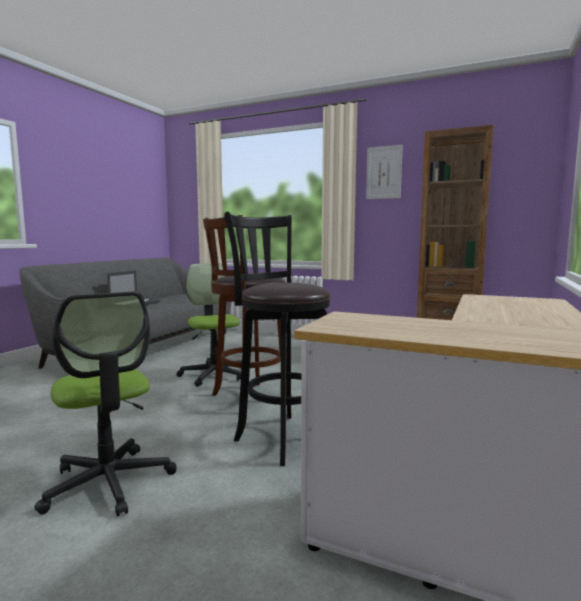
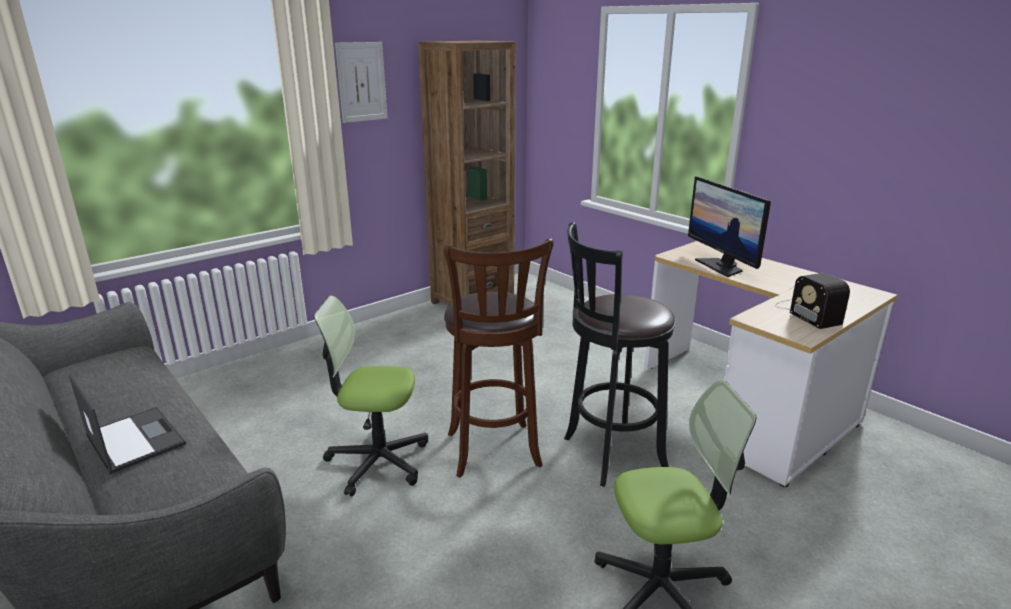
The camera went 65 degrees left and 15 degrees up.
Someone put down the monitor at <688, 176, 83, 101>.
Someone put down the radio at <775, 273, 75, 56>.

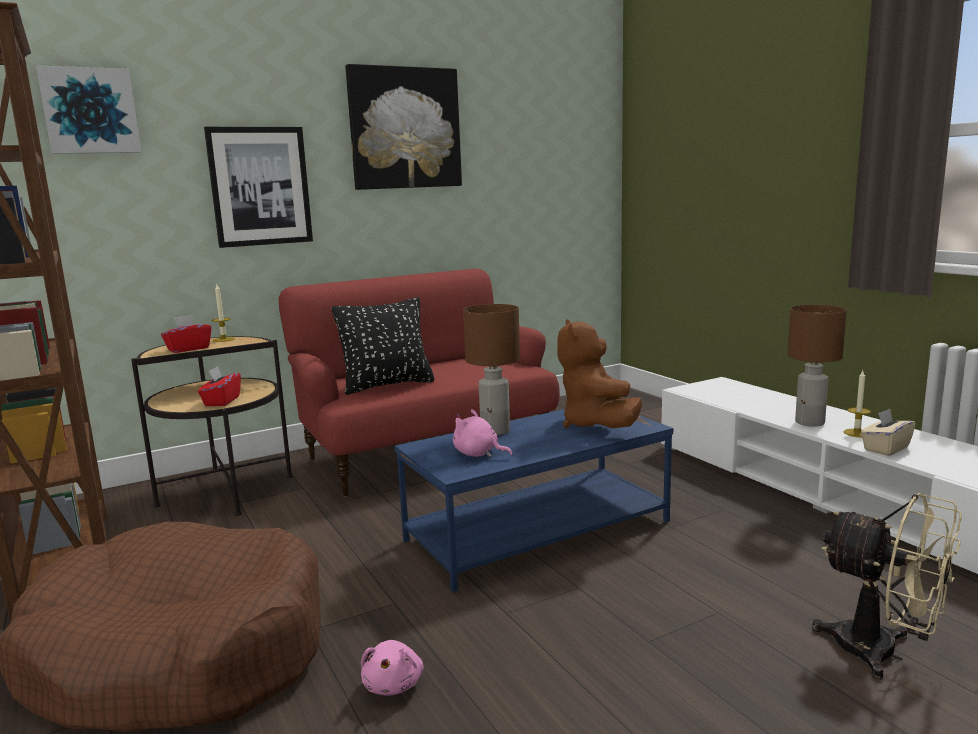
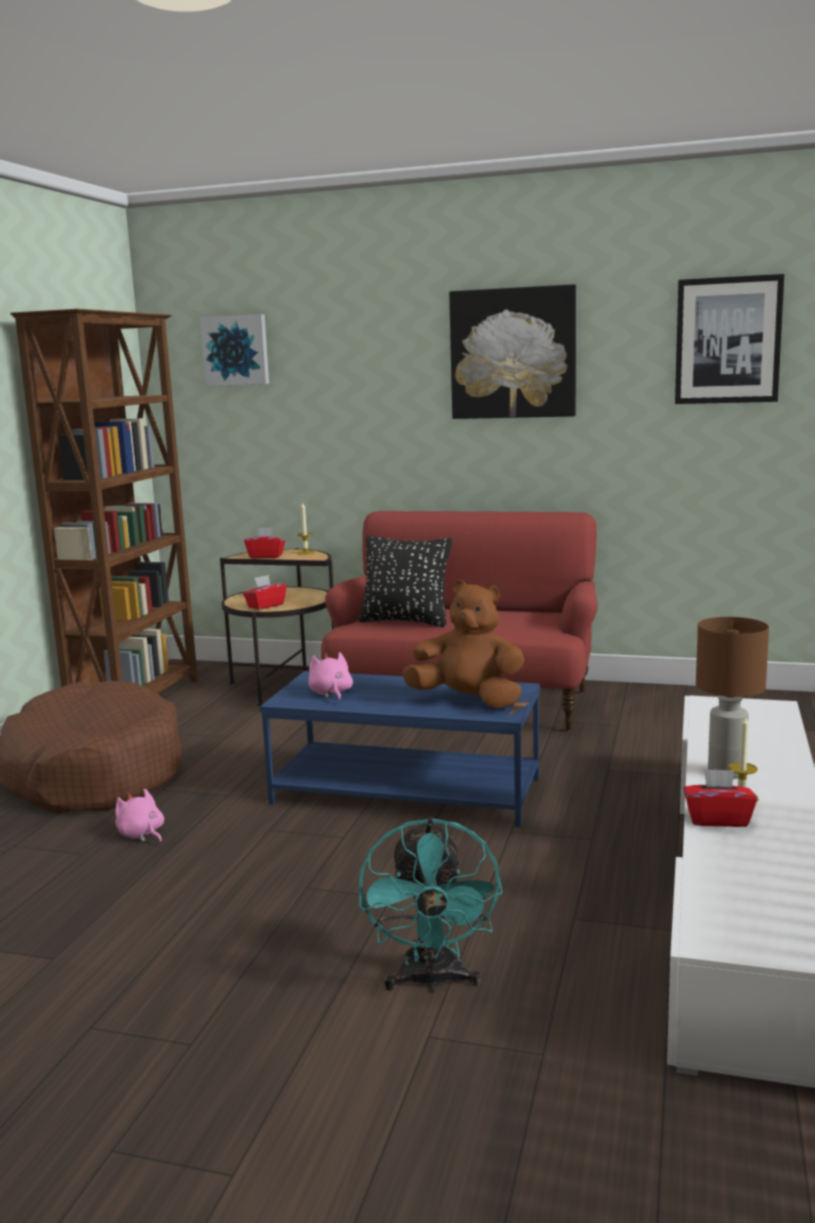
The camera went 45 degrees right and 0 degrees up.
Someone took away the lampa stołowa (brązowy) at <463, 304, 57, 131>.
Someone carried the obraz from <204, 127, 109, 121> to <675, 274, 109, 130>.
Someone repainted the wentylator (beżowy) at <812, 493, 150, 187>, which became the wentylator (turkusowy) at <359, 818, 144, 174>.
Someone repainted the pudełko chusteczek (beżowy) at <861, 409, 55, 47>, which became the pudełko chusteczek (czerwony) at <683, 769, 74, 58>.
Someone rotated the pluszak (różowy) at <361, 640, 63, 56> by 90 degrees clockwise.
Someone rotated the pluszak (brązowy) at <557, 319, 85, 109> by 75 degrees clockwise.

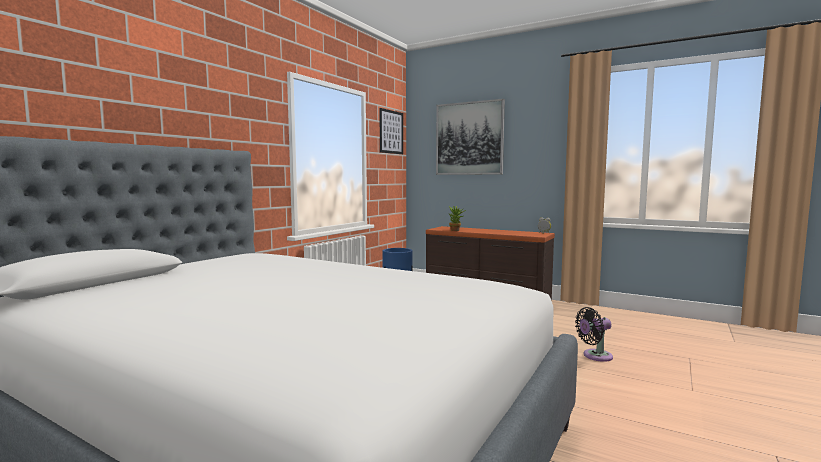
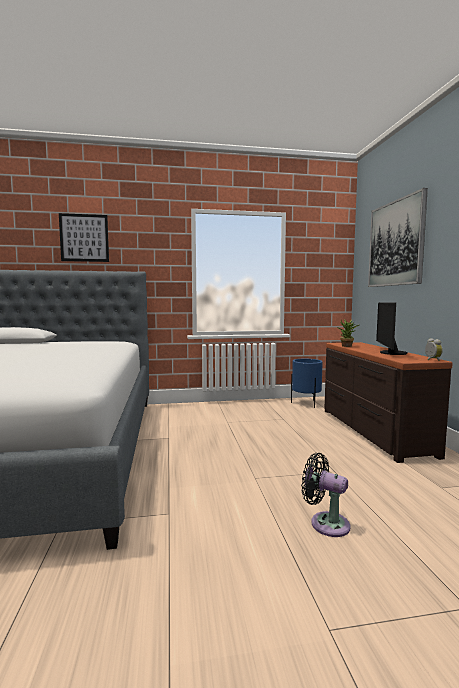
The camera went 50 degrees right and 0 degrees up.
Someone put down the monitor at <376, 302, 32, 53>.
Someone carried the obraz from <379, 108, 24, 46> to <59, 213, 50, 49>.

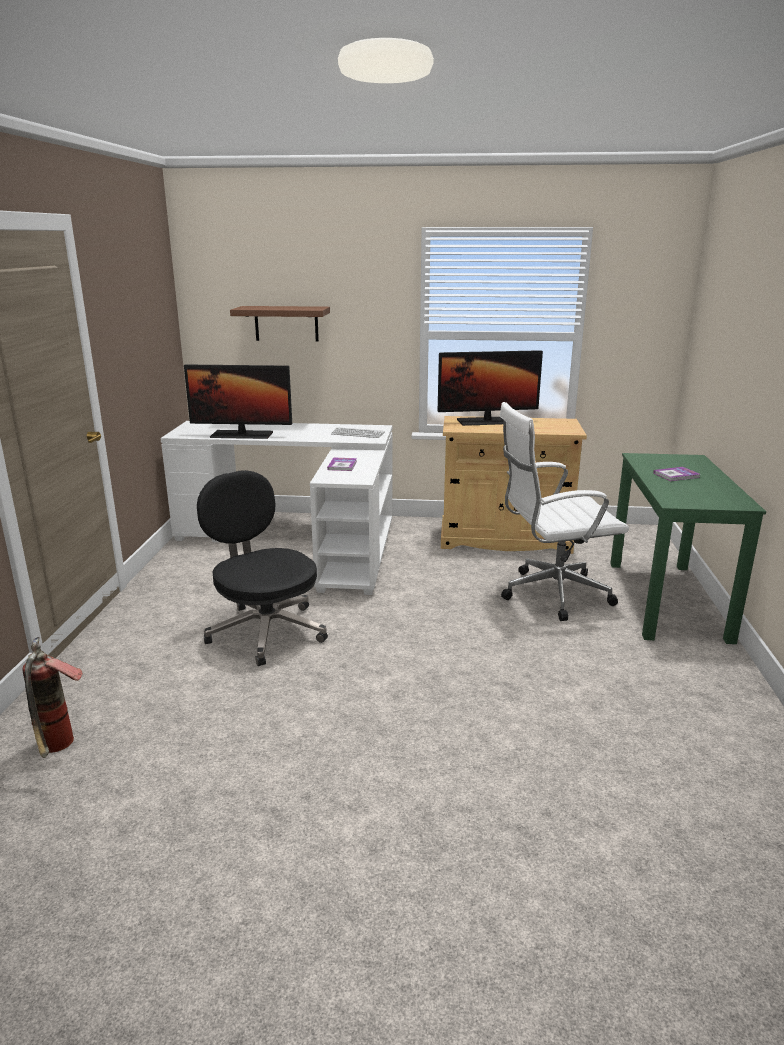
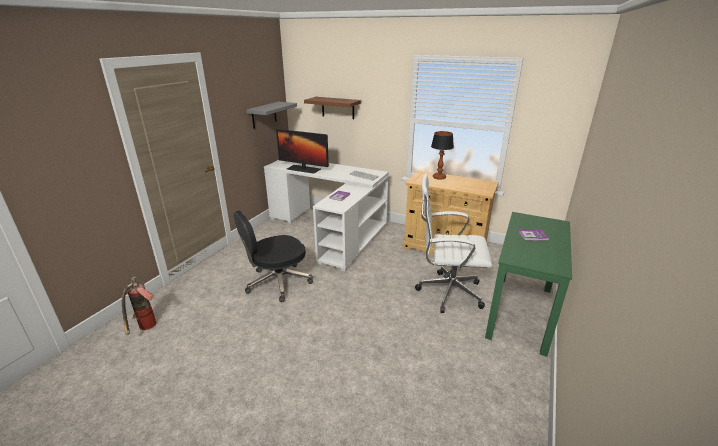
The camera went 20 degrees right and 5 degrees up.
Someone put up the półka (szary) at <246, 102, 51, 27>.
Someone swapped the monitor at <438, 350, 105, 76> for the lampa stołowa at <431, 131, 23, 49>.
Someone rotated the krzesło biurowe (czarny) at <197, 470, 131, 196> by 105 degrees counterclockwise.

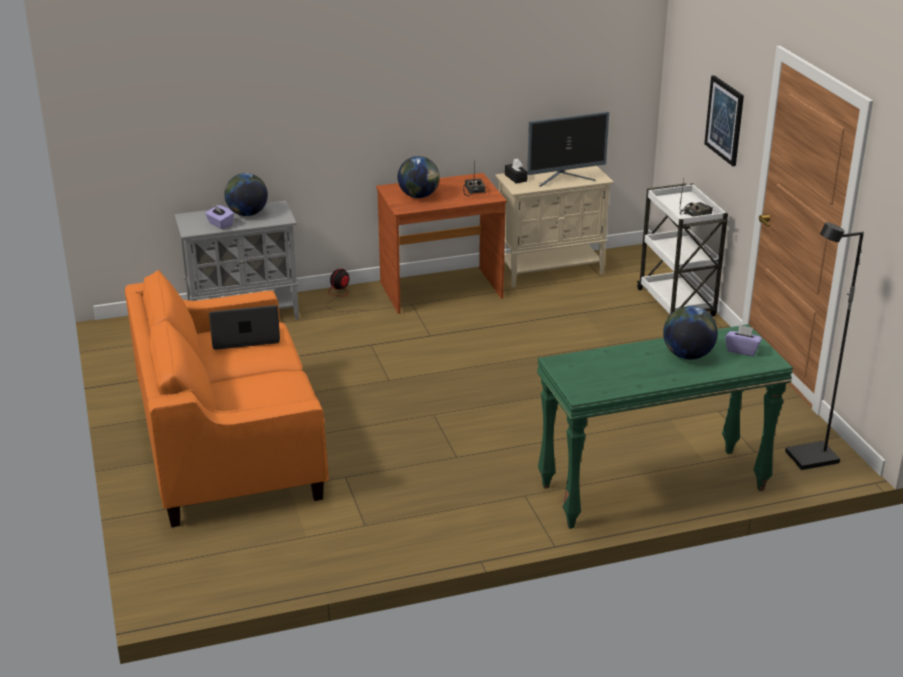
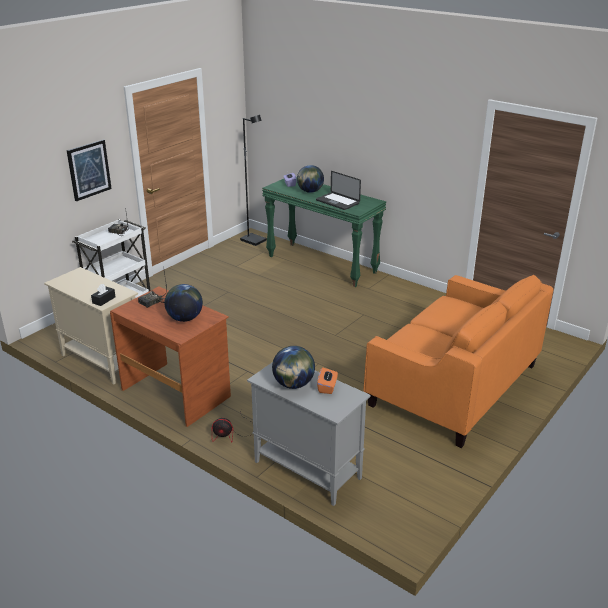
The camera went 125 degrees left and 0 degrees up.
Someone took away the monitor at <527, 112, 82, 75>.
Someone carried the laptop from <209, 305, 71, 45> to <316, 171, 45, 39>.
Someone repainted the pudełko chusteczek (fioletowy) at <205, 204, 29, 25>, which became the pudełko chusteczek (pomarańczowy) at <317, 367, 21, 27>.

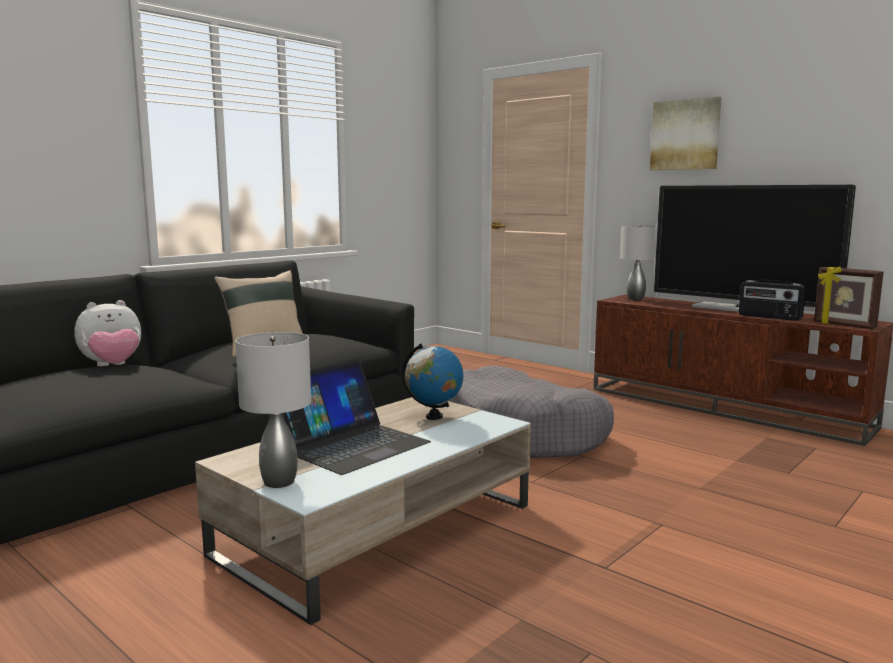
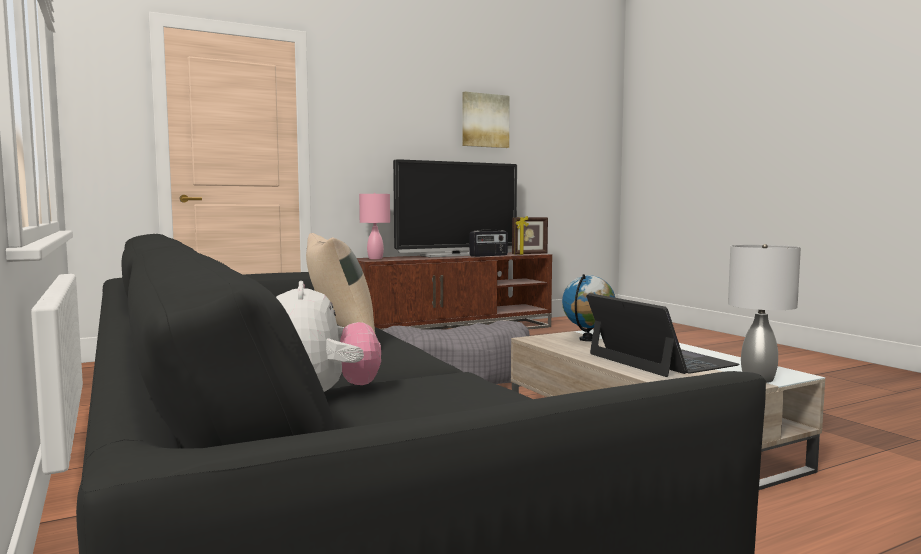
The camera went 70 degrees left and 5 degrees down.
Someone carried the obraz from <650, 96, 71, 74> to <462, 92, 48, 56>.
Someone repainted the lampa stołowa (szary) at <620, 225, 37, 75>, which became the lampa stołowa (różowy) at <359, 193, 31, 66>.

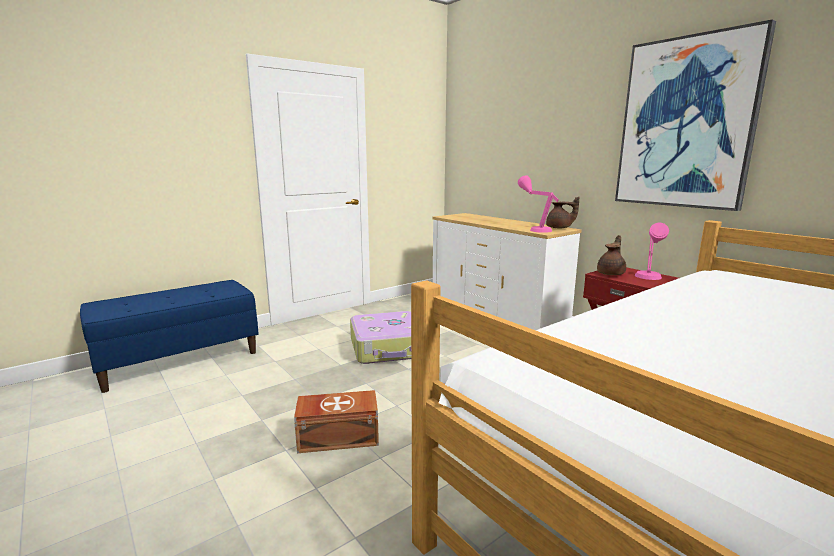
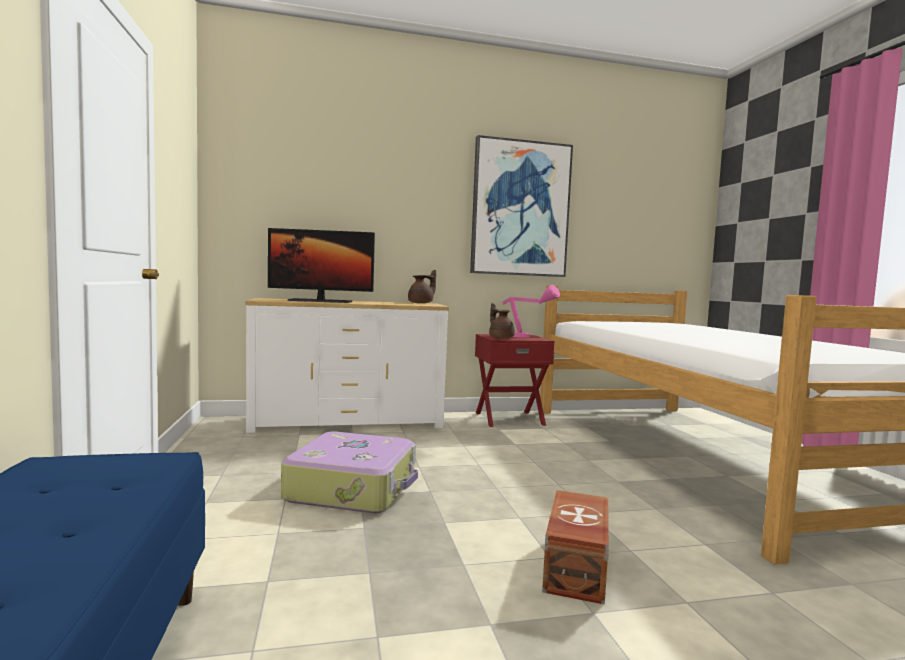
The camera went 65 degrees left and 10 degrees down.
Someone took away the lampa stołowa (różowy) at <518, 175, 41, 58>.
Someone put down the monitor at <268, 228, 107, 75>.

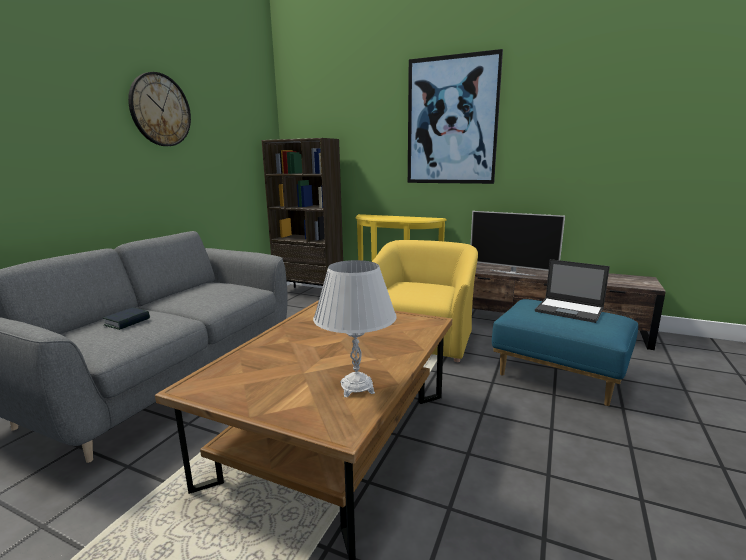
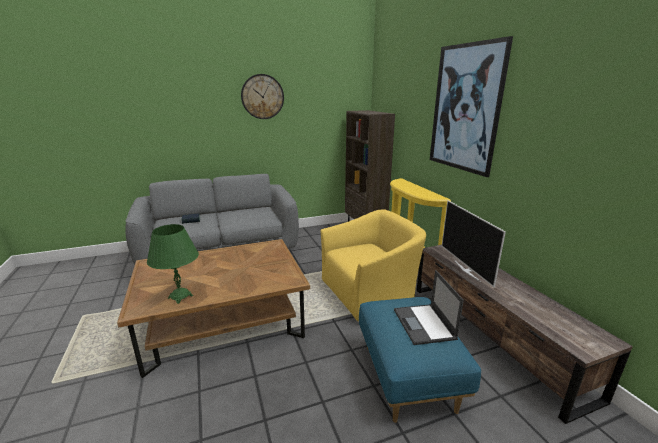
The camera went 45 degrees right and 5 degrees up.
Someone repainted the lampa stołowa (biały) at <313, 260, 84, 137>, which became the lampa stołowa (zielony) at <147, 224, 52, 80>.

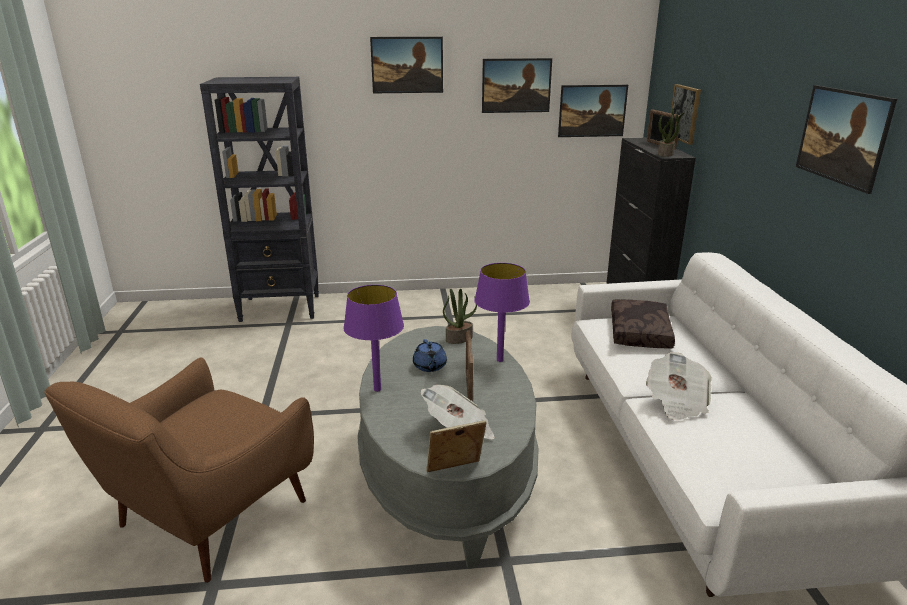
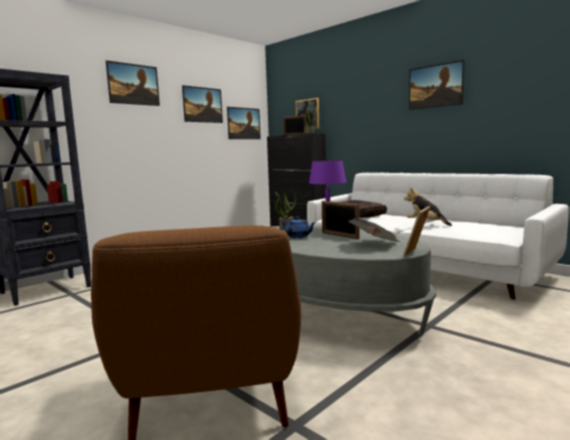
The camera went 40 degrees left and 15 degrees down.
Someone took away the lampa stołowa (fioletowy) at <343, 285, 61, 107>.
Someone swapped the gazeta at <646, 352, 66, 68> for the pluszak at <404, 187, 48, 39>.

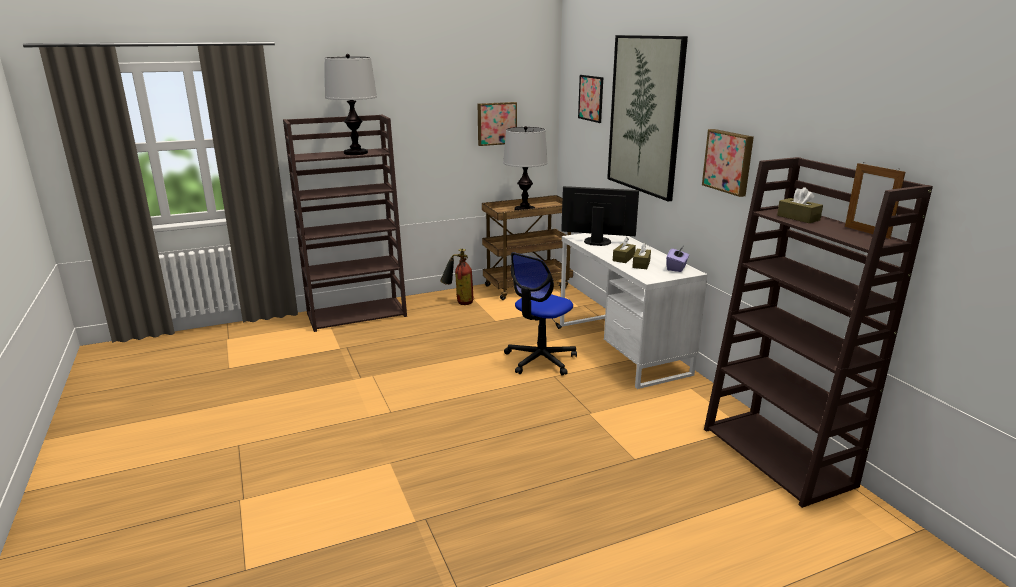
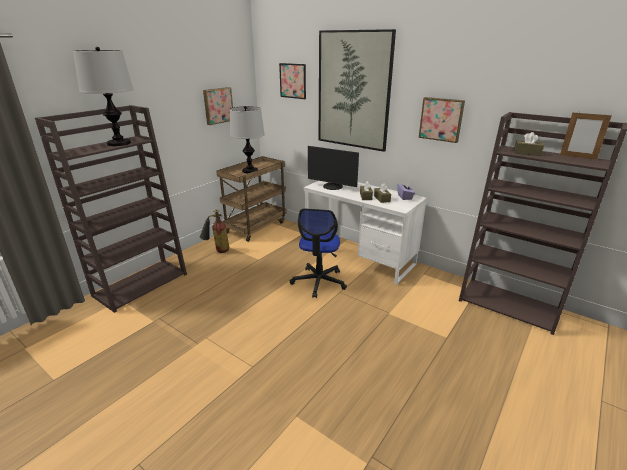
The camera went 30 degrees left and 5 degrees up.
Someone rotated the monitor at <561, 186, 78, 60> by 135 degrees counterclockwise.

